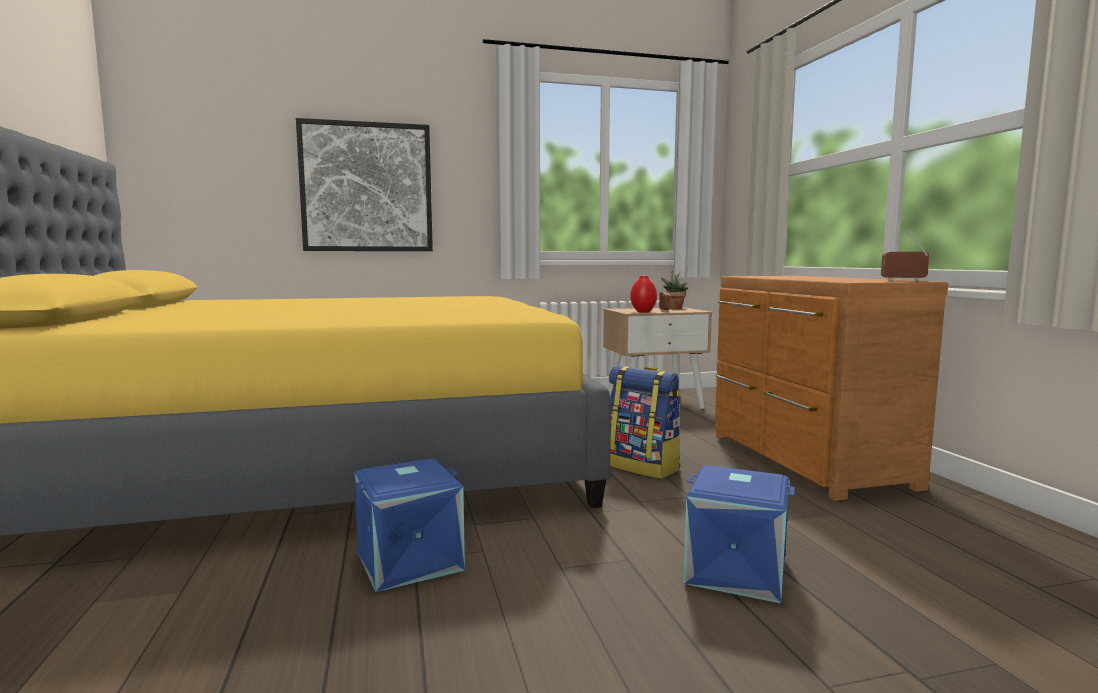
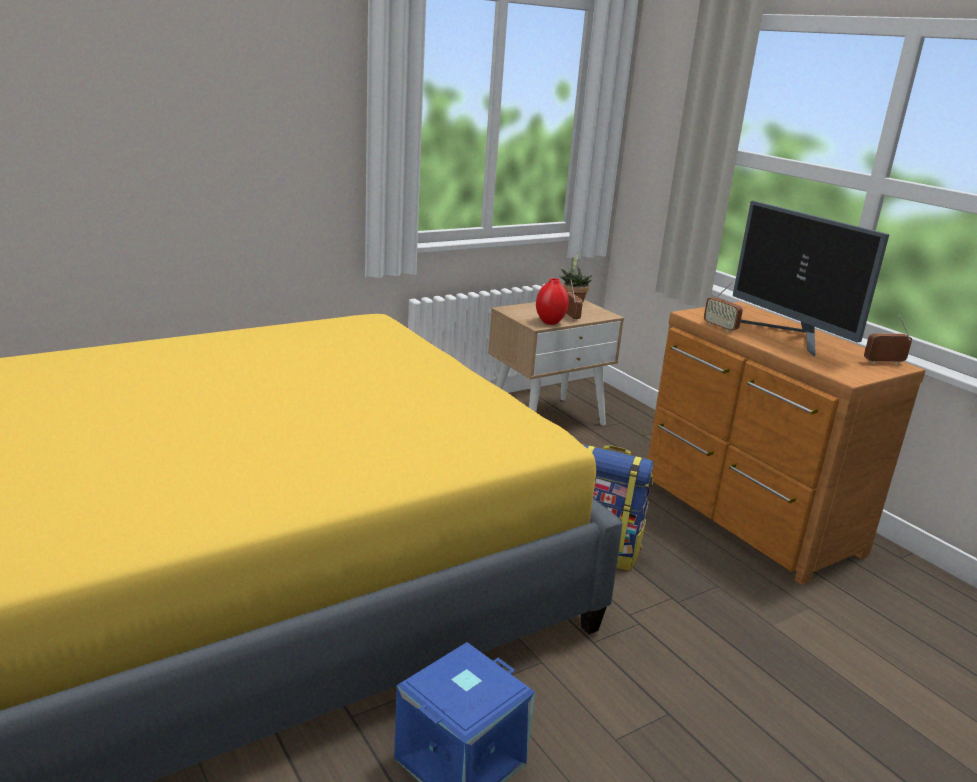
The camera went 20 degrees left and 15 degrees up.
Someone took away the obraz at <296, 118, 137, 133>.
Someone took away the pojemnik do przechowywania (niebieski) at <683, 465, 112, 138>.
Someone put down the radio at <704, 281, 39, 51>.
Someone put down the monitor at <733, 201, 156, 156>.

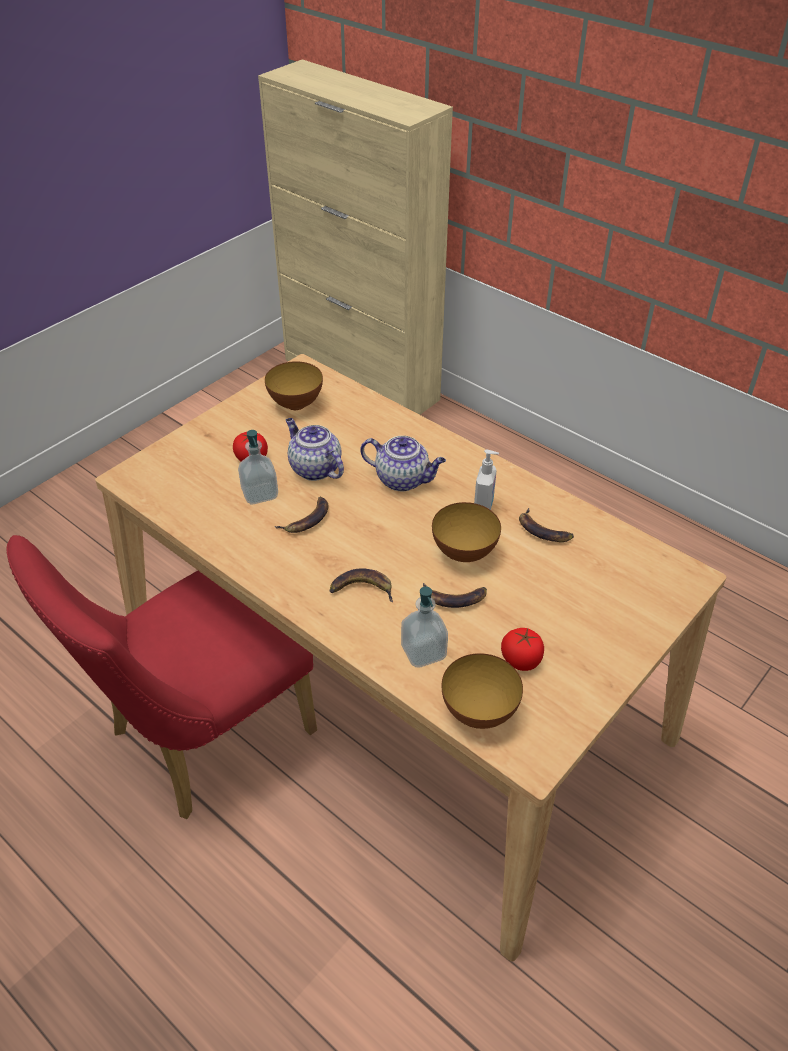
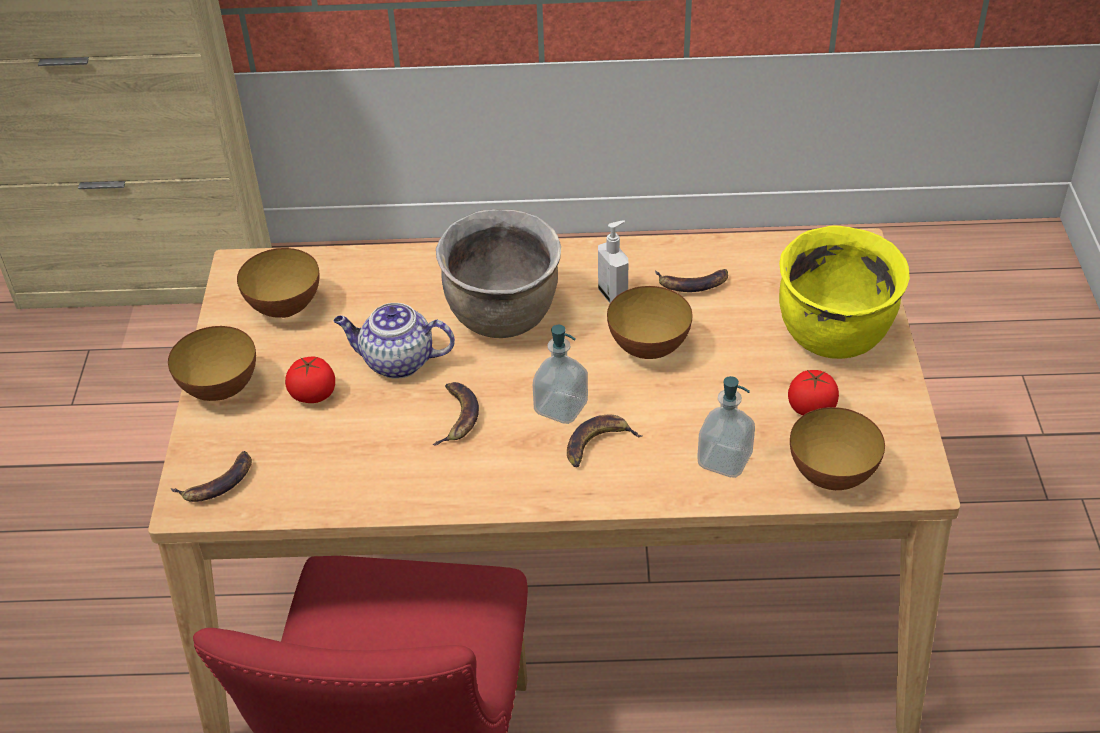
The camera went 40 degrees left and 0 degrees up.
Someone put down the miska at <168, 326, 88, 75>.
Someone put down the garnek (żółty) at <779, 225, 131, 134>.
Someone carried the dozownik mydła from <238, 430, 40, 74> to <533, 325, 55, 99>.
Someone carried the banan from <423, 583, 64, 25> to <171, 451, 81, 51>.
Someone swapped the imbryk at <360, 436, 86, 55> for the garnek (brązowy) at <436, 209, 125, 129>.

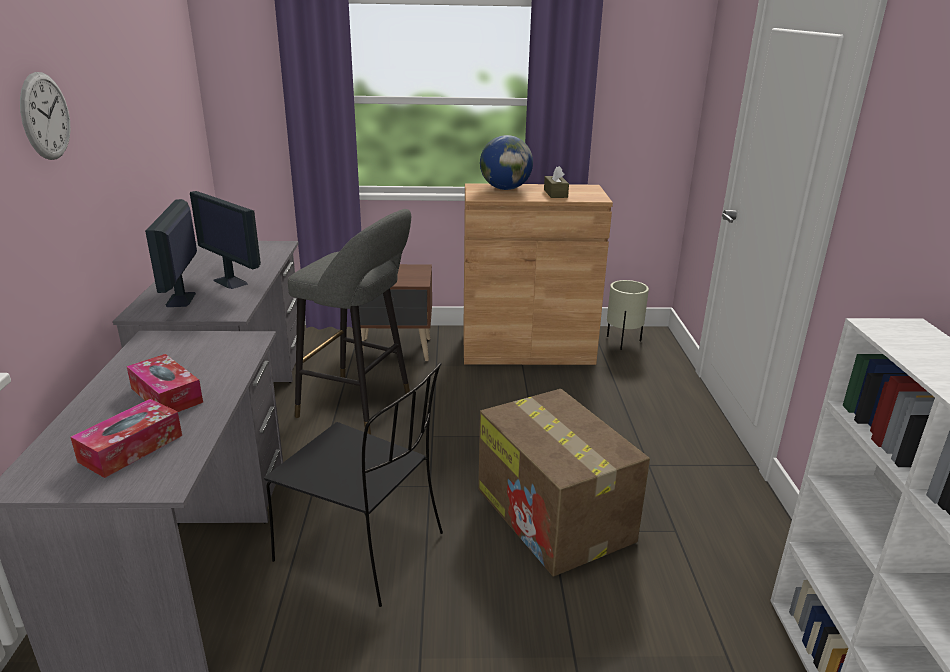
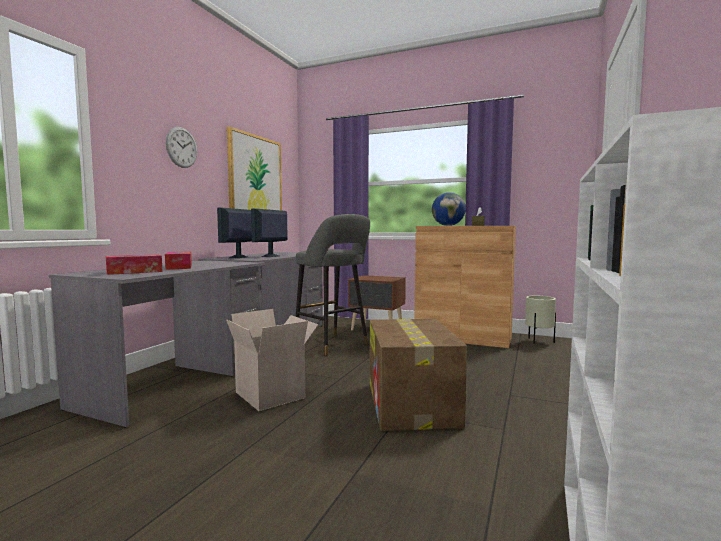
The camera went 25 degrees right and 20 degrees down.
Someone put up the obraz at <227, 127, 55, 84>.
Someone swapped the krzesło (czarny) at <264, 362, 179, 245> for the karton at <226, 309, 93, 102>.
Someone rotated the monitor at <190, 191, 71, 98> by 45 degrees clockwise.

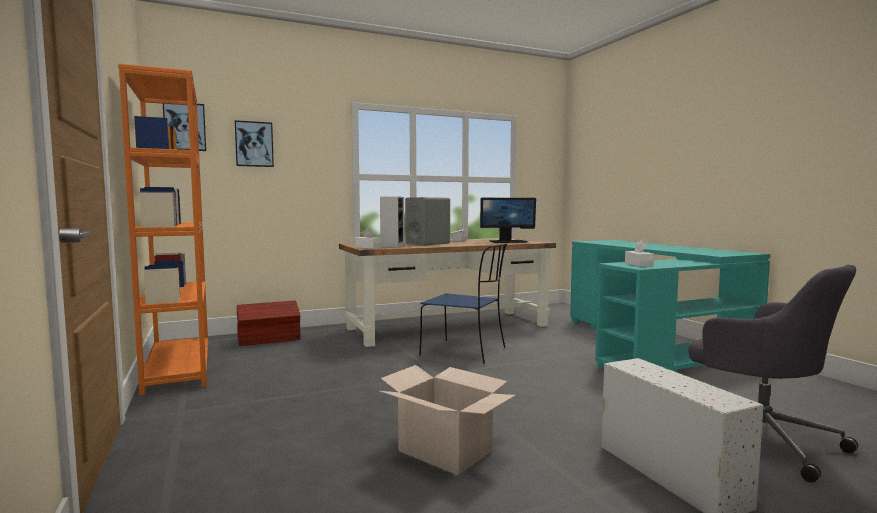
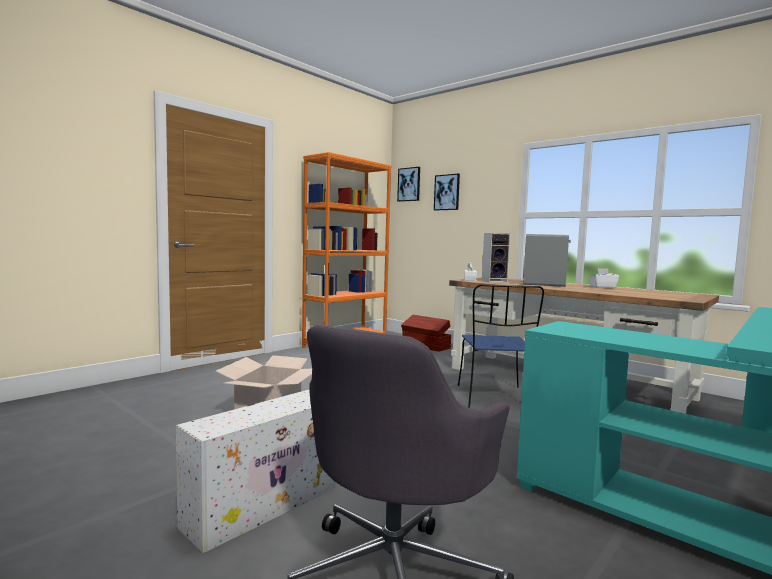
The camera went 65 degrees right and 0 degrees up.
Someone took away the monitor at <480, 198, 56, 45>.
Someone took away the pudełko chusteczek (biały) at <625, 241, 29, 25>.

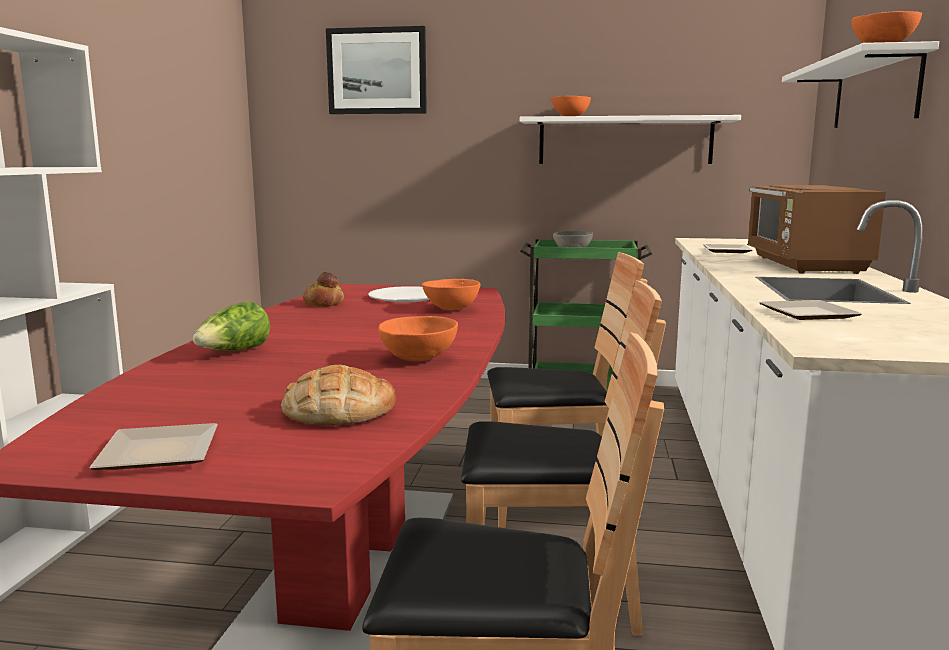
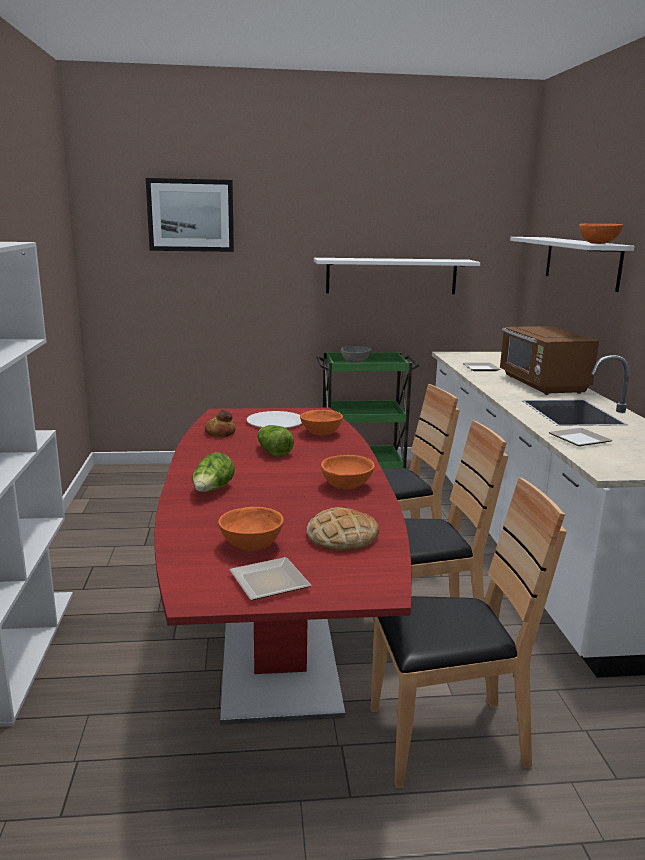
The camera went 15 degrees left and 5 degrees up.
Someone put down the sałata at <258, 425, 36, 33>.
Someone carried the miska (pomarańczowy) from <551, 96, 40, 20> to <218, 507, 66, 44>.

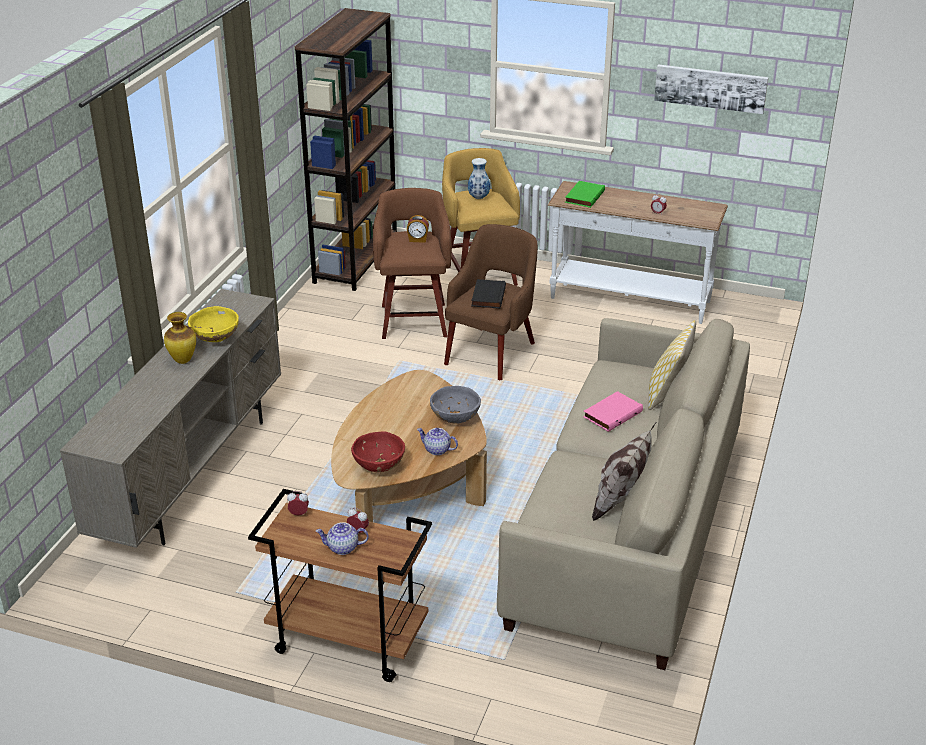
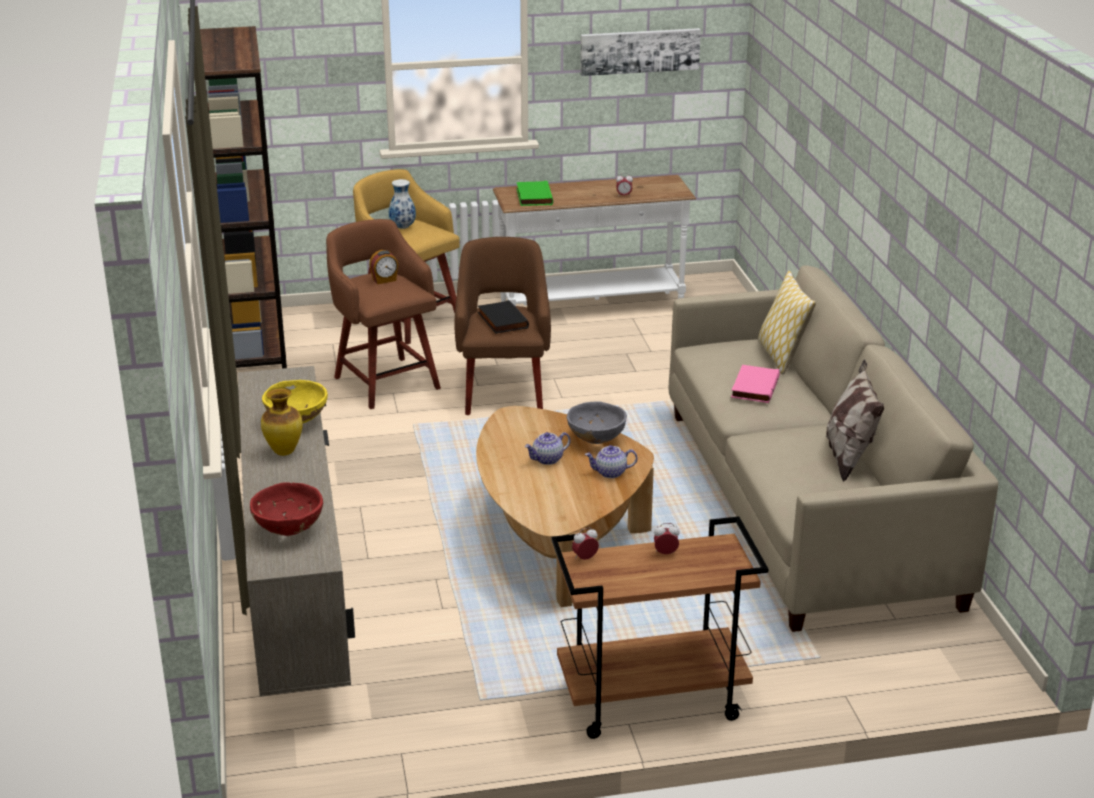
The camera went 30 degrees left and 5 degrees down.
Someone carried the imbryk from <316, 522, 53, 33> to <525, 432, 46, 33>.
Someone carried the miska (czerwony) from <351, 432, 54, 40> to <250, 482, 73, 54>.

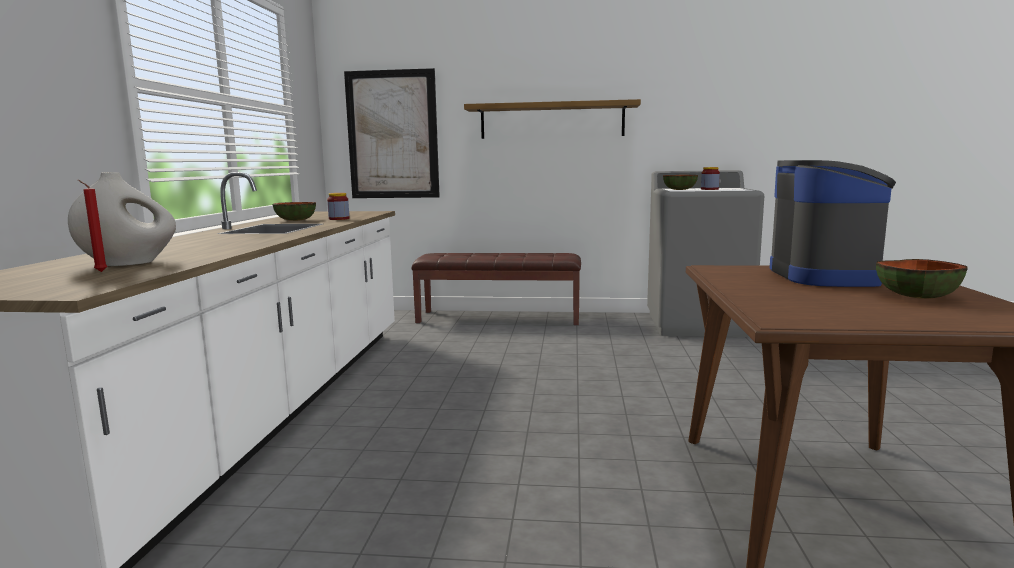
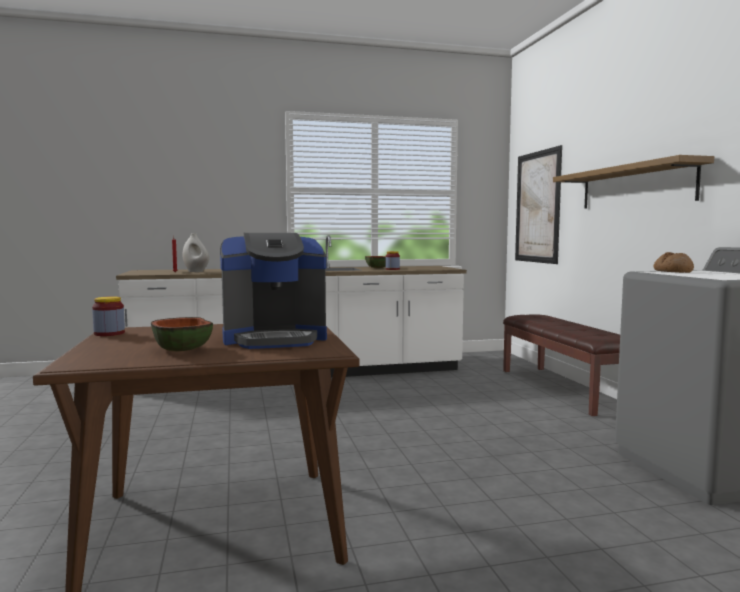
The camera went 70 degrees right and 5 degrees down.
Someone carried the słoik from <701, 167, 19, 23> to <92, 296, 33, 40>.
Someone swapped the miska at <663, 175, 35, 15> for the chleb at <653, 252, 41, 21>.

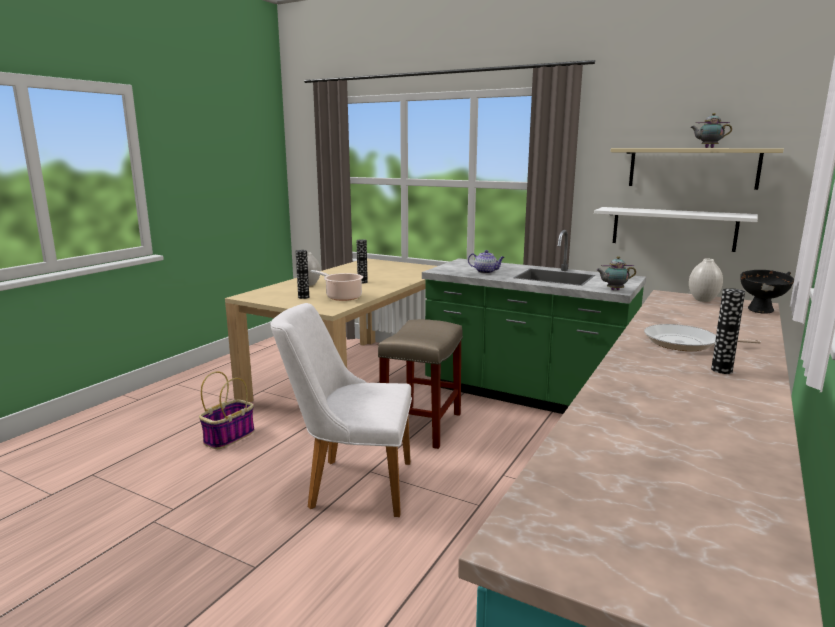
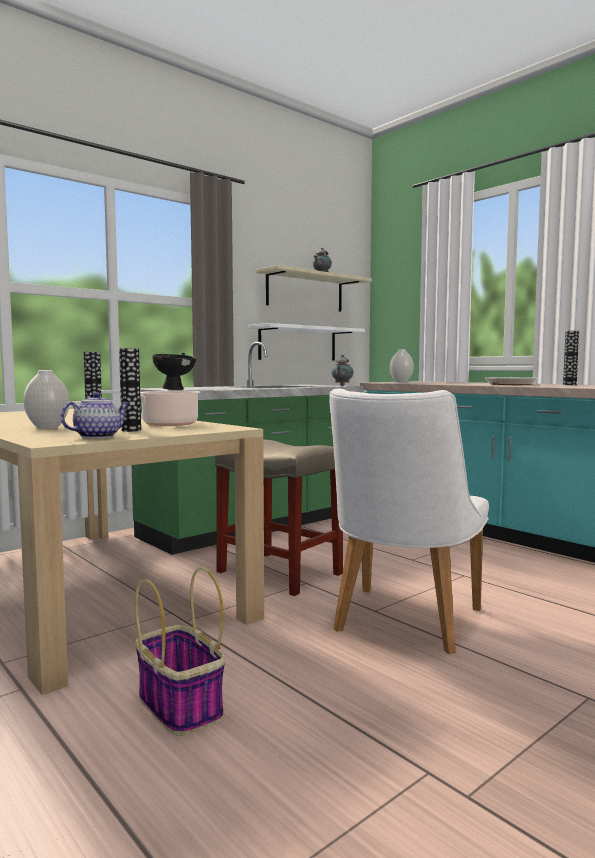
The camera went 70 degrees left and 10 degrees down.
Someone carried the imbryk from <468, 250, 37, 24> to <60, 392, 69, 46>.
Someone carried the miska (czarny) from <740, 270, 54, 44> to <152, 353, 44, 37>.

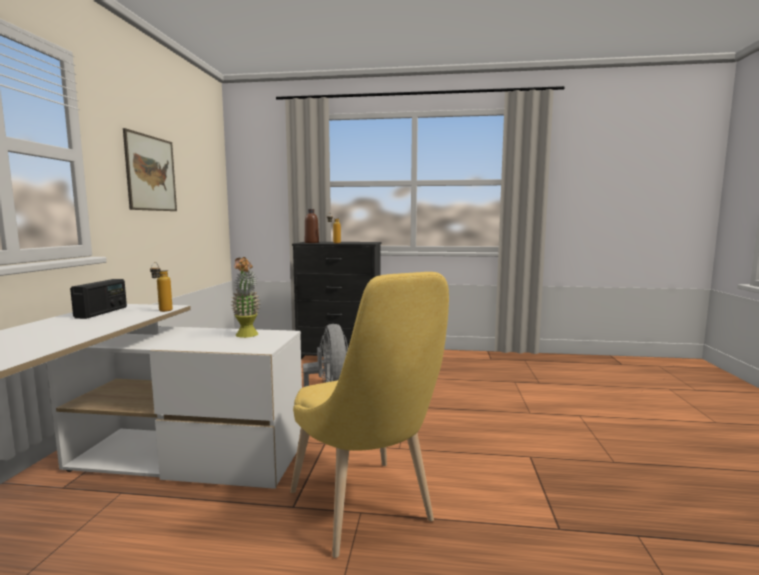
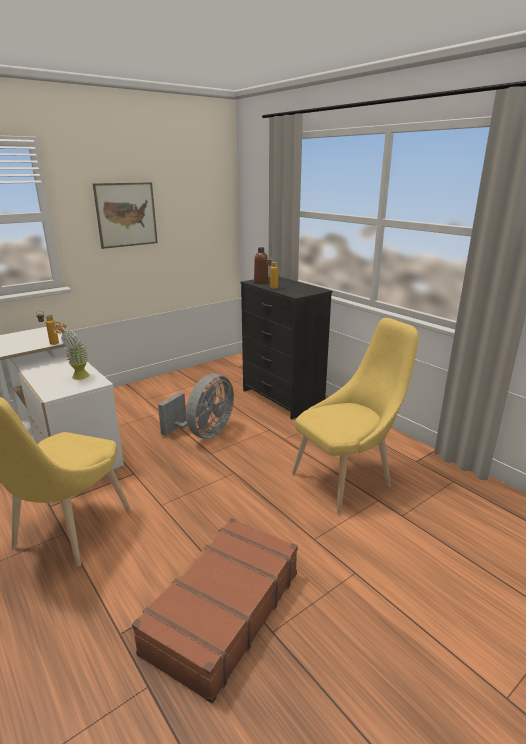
The camera went 45 degrees right and 15 degrees up.
Someone took away the radio at <70, 279, 57, 40>.
Someone put down the walizka (brązowy) at <132, 518, 166, 185>.
Someone put down the krzesło (żółty) at <292, 318, 126, 196>.

